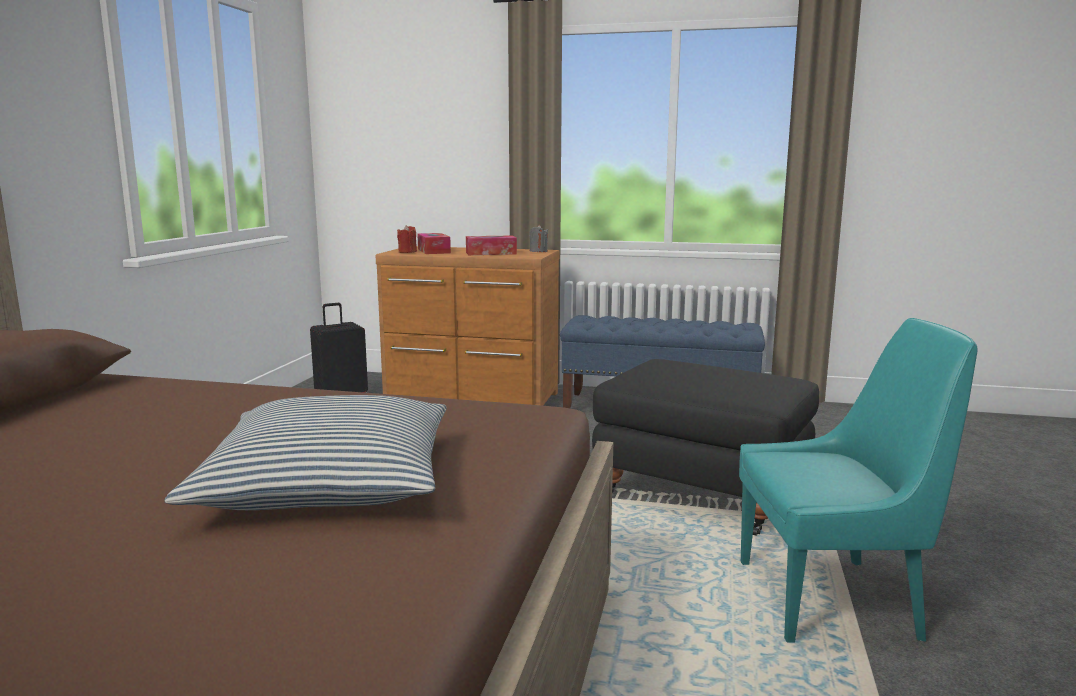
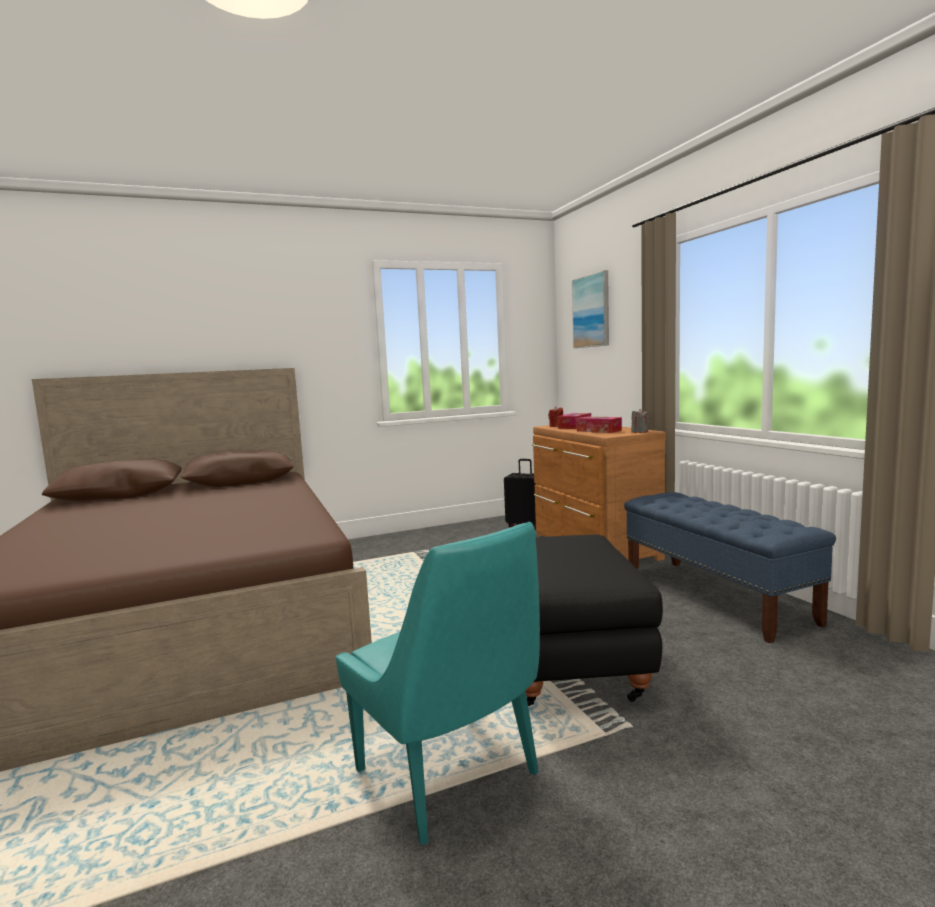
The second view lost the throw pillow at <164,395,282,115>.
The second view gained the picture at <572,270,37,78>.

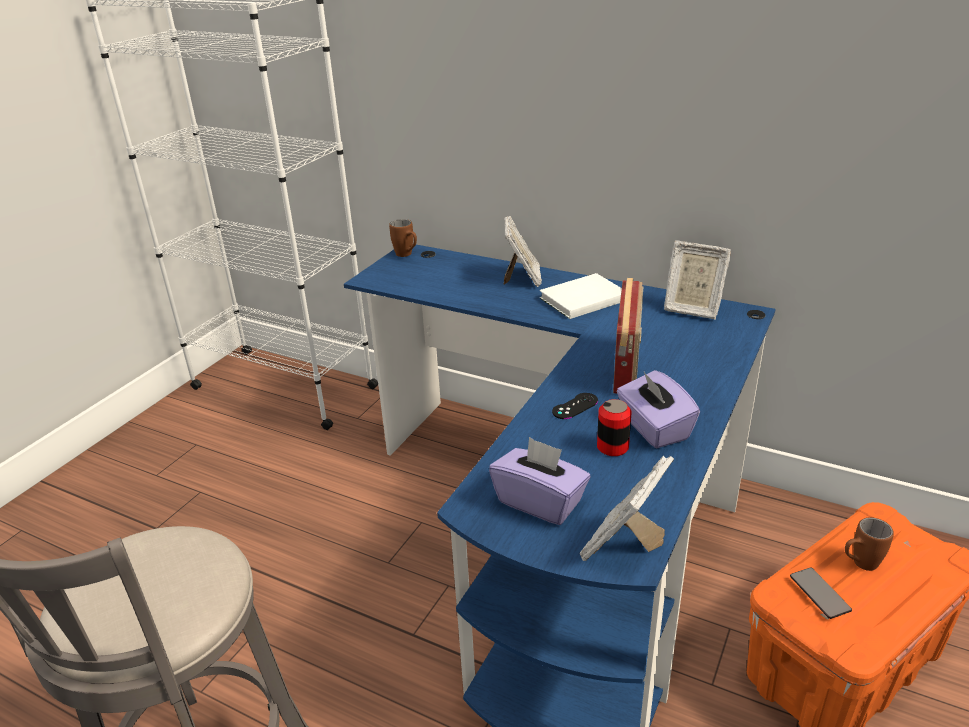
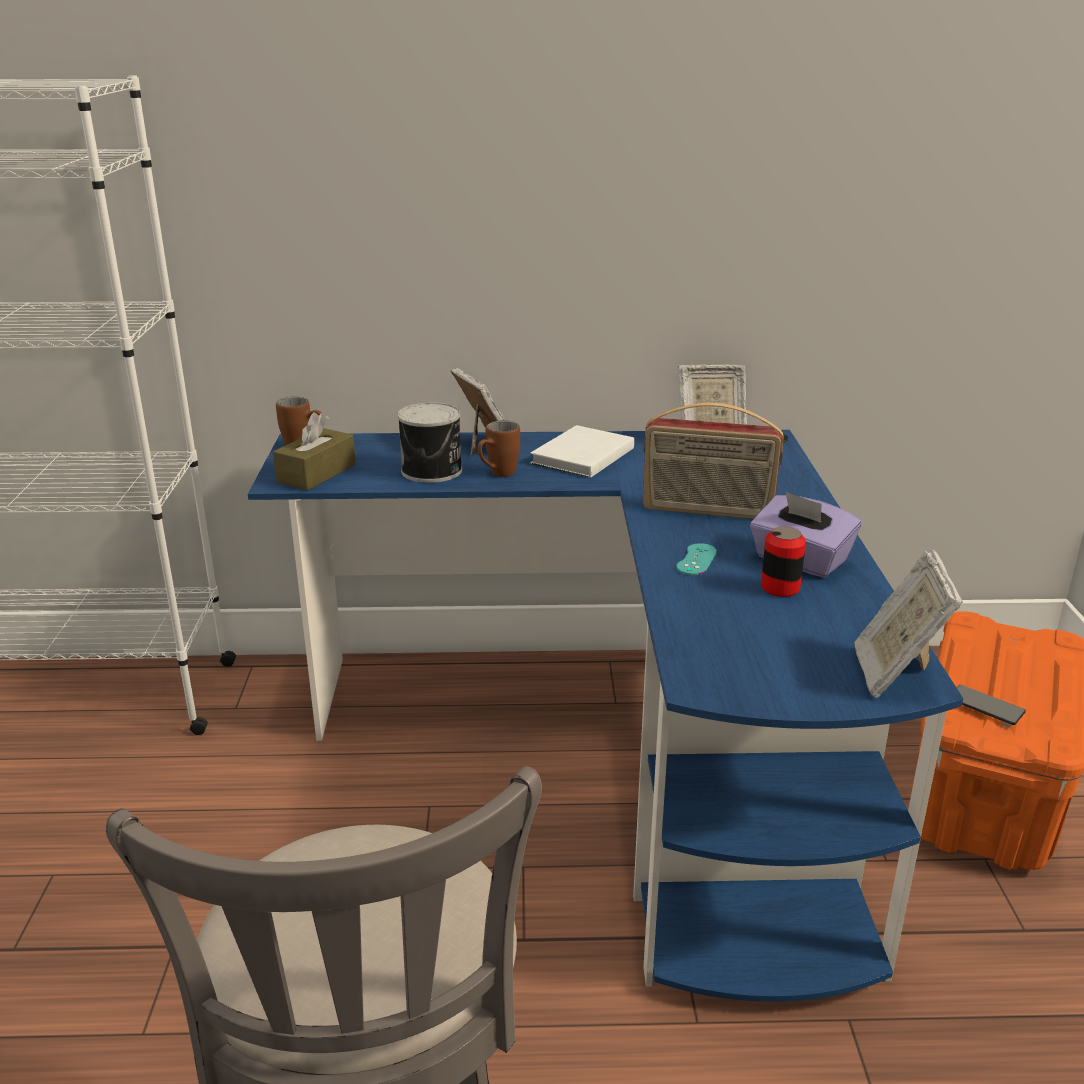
The radio set at <613,278,31,115> ended up facing another way, 120 degrees clockwise from before.
What was the joypad/black at <552,393,46,26> turned into the joypad/turquoise-coloured at <676,543,41,32>.
The second view lost the tissue holder/purple at <489,437,101,88>.
The mug/brown-coloured ended up elsewhere, having gone from <845,517,49,54> to <478,421,42,56>.
The second view gained the metal can at <398,402,64,81>.
The second view gained the tissue holder/brown-coloured at <273,413,83,78>.

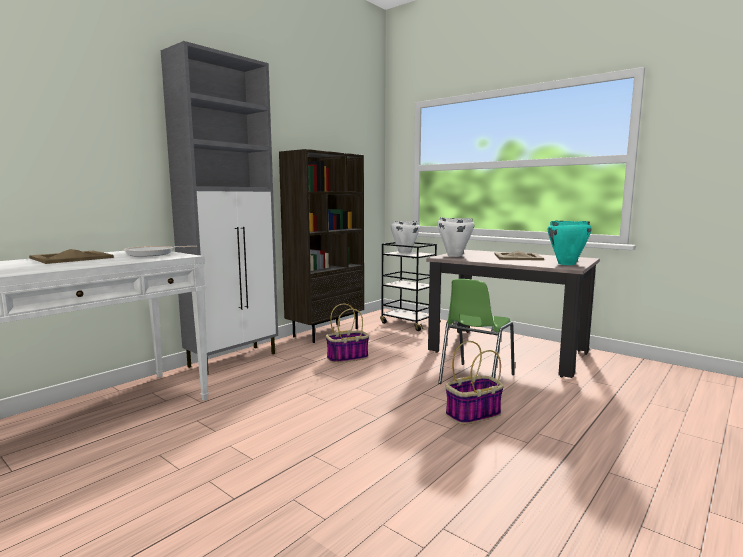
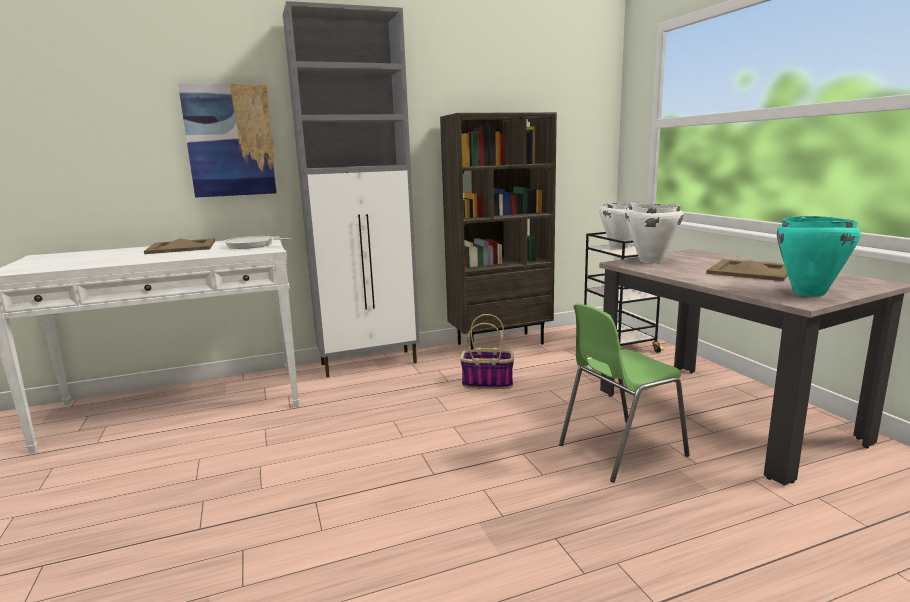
The second view lost the storage basket at <445,341,59,84>.
The second view gained the picture at <178,83,100,115>.

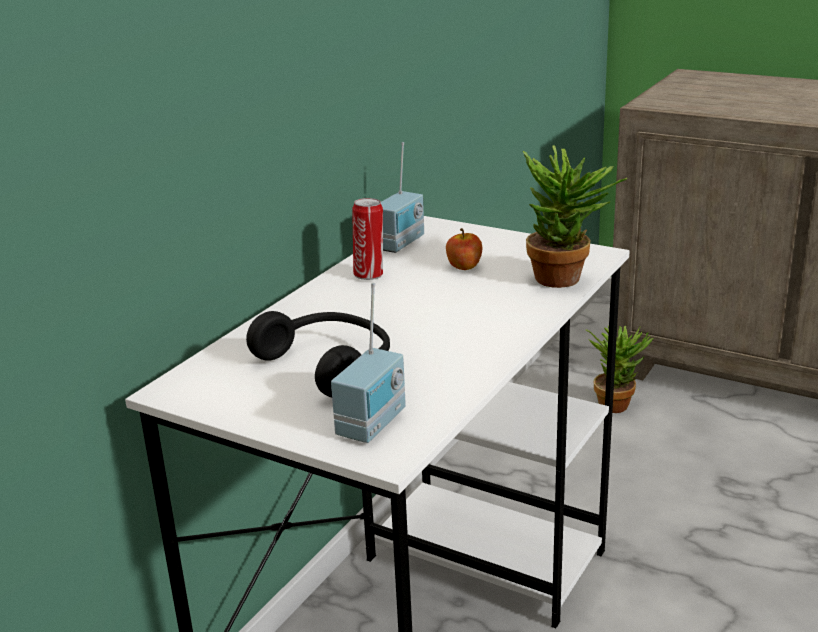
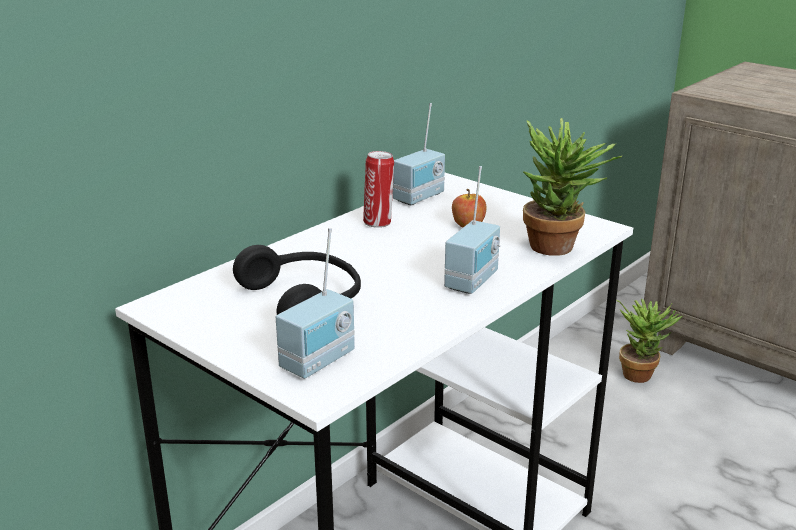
The second view gained the radio set at <444,166,56,128>.

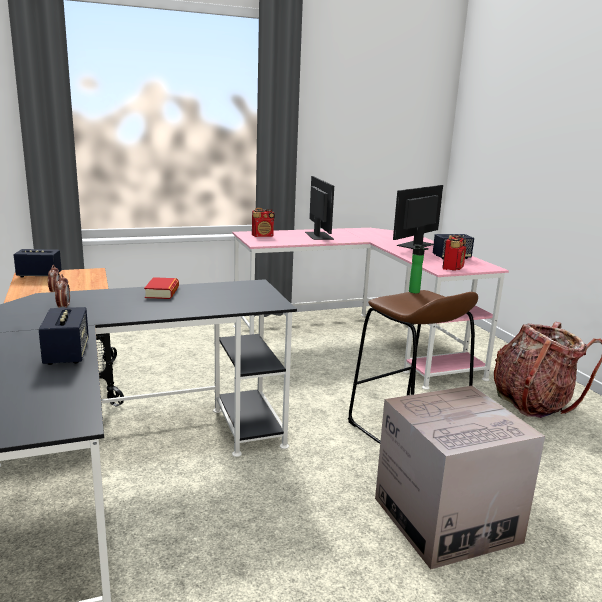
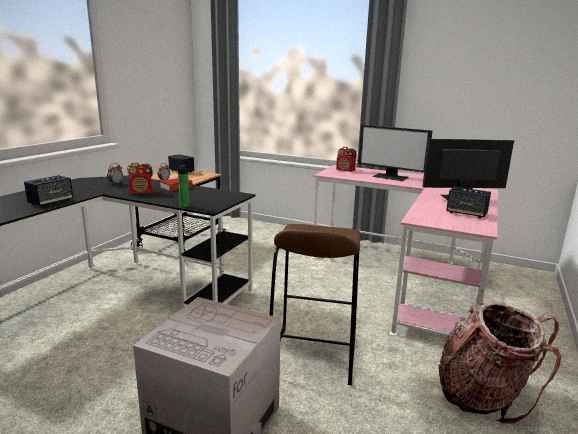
The computer display at <305,176,29,64> ended up facing another way, 90 degrees clockwise from before.
The radio set ended up elsewhere, having gone from <442,235,24,36> to <127,162,26,32>.
The bottle ended up elsewhere, having gone from <409,244,20,49> to <176,165,14,43>.

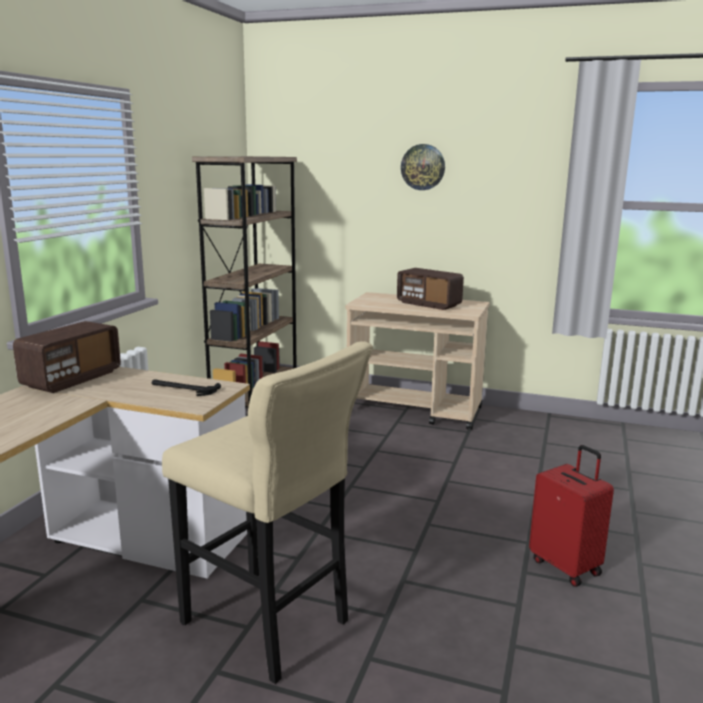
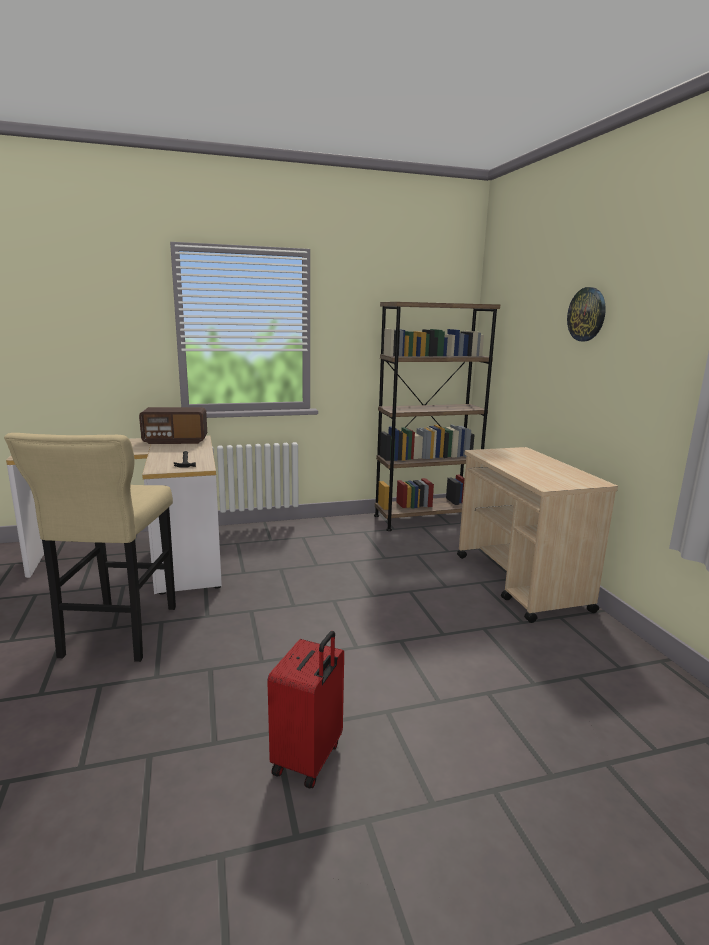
The second view lost the radio set at <397,268,67,42>.

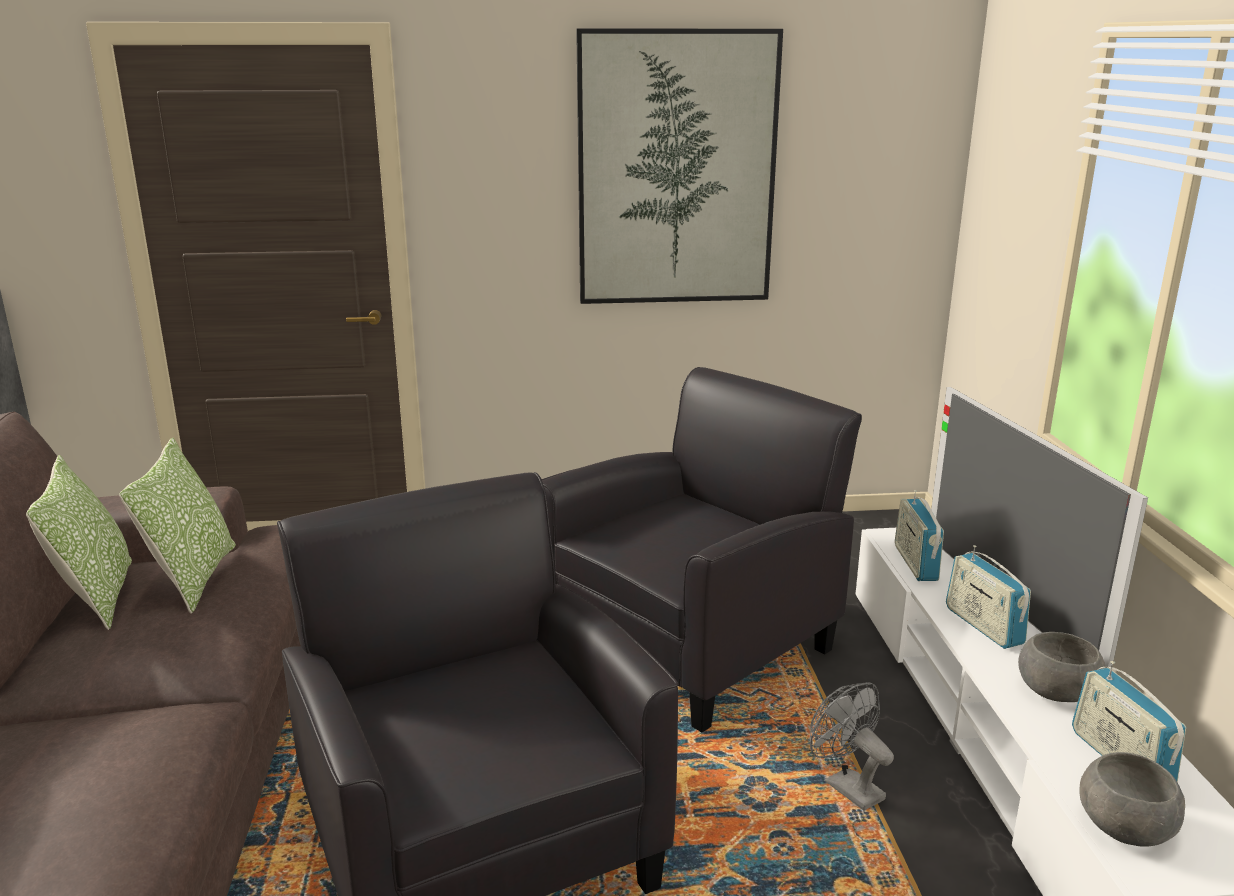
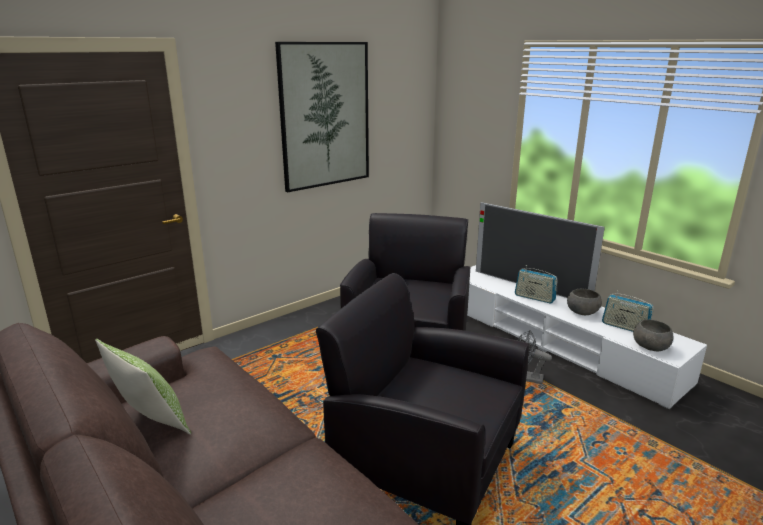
The second view lost the throw pillow at <119,437,117,177>.
The second view lost the radio set at <895,490,49,91>.

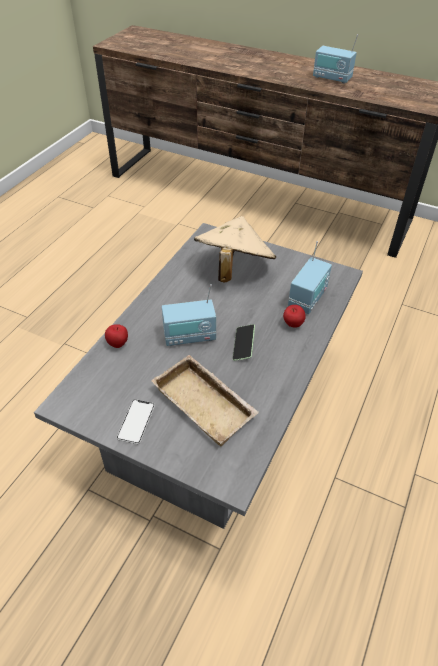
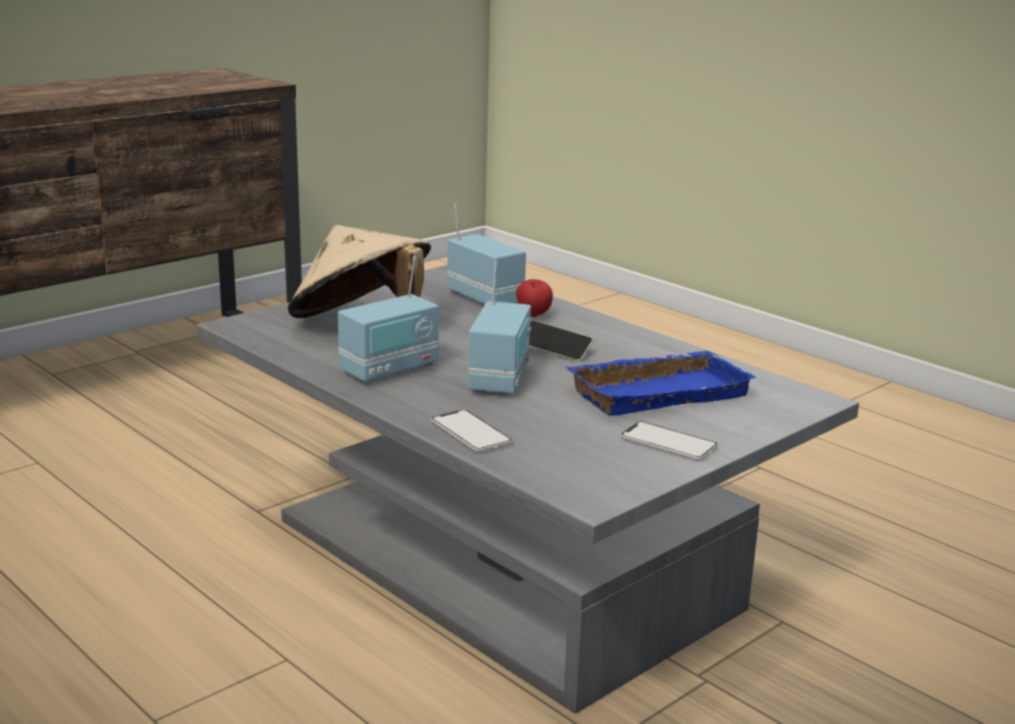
The radio set ended up elsewhere, having gone from <313,34,45,50> to <338,256,101,127>.
Where the whole apple stood at <105,324,23,24>, the phone came to stand at <431,410,81,42>.
What was the tray/beige-coloured at <151,355,108,91> turned into the tray/blue-coloured at <566,351,191,65>.

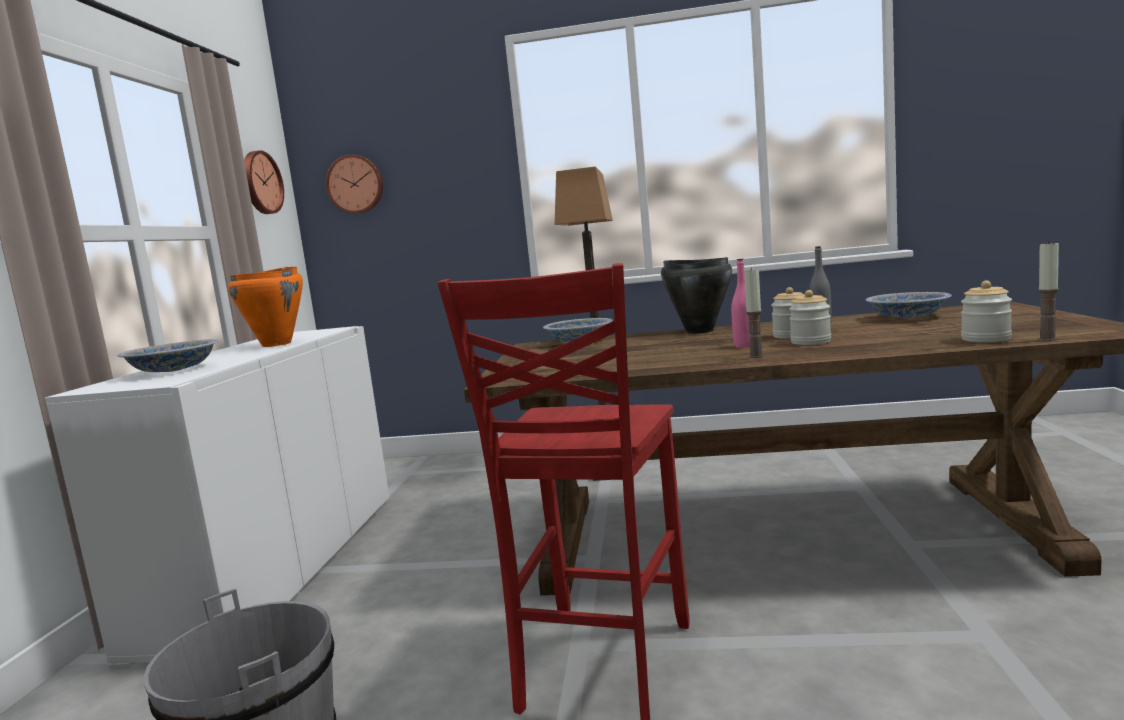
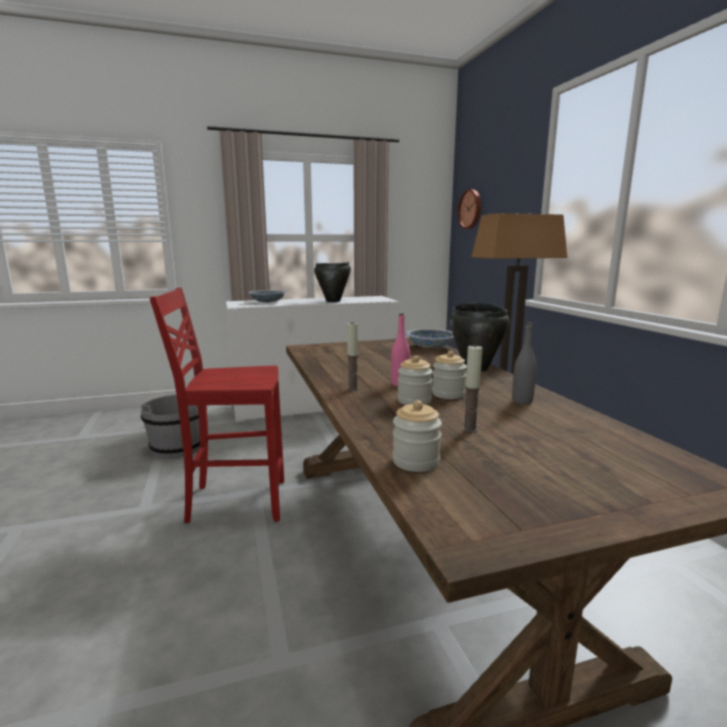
The second view lost the wall clock at <244,150,40,64>.
The candle ended up elsewhere, having gone from <1038,241,21,100> to <462,344,20,89>.
What was the stockpot/orangey at <228,267,75,80> turned into the stockpot/black at <314,262,37,40>.
The second view lost the serving bowl at <866,292,86,26>.

